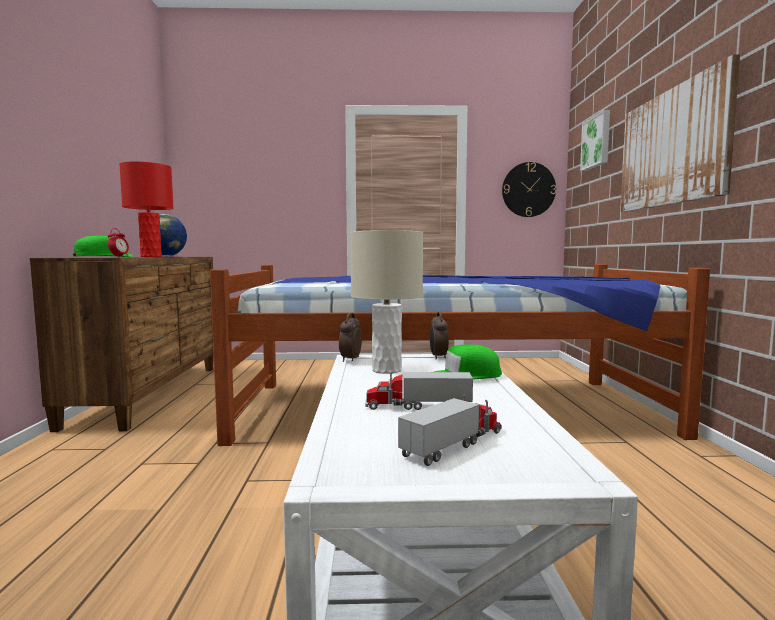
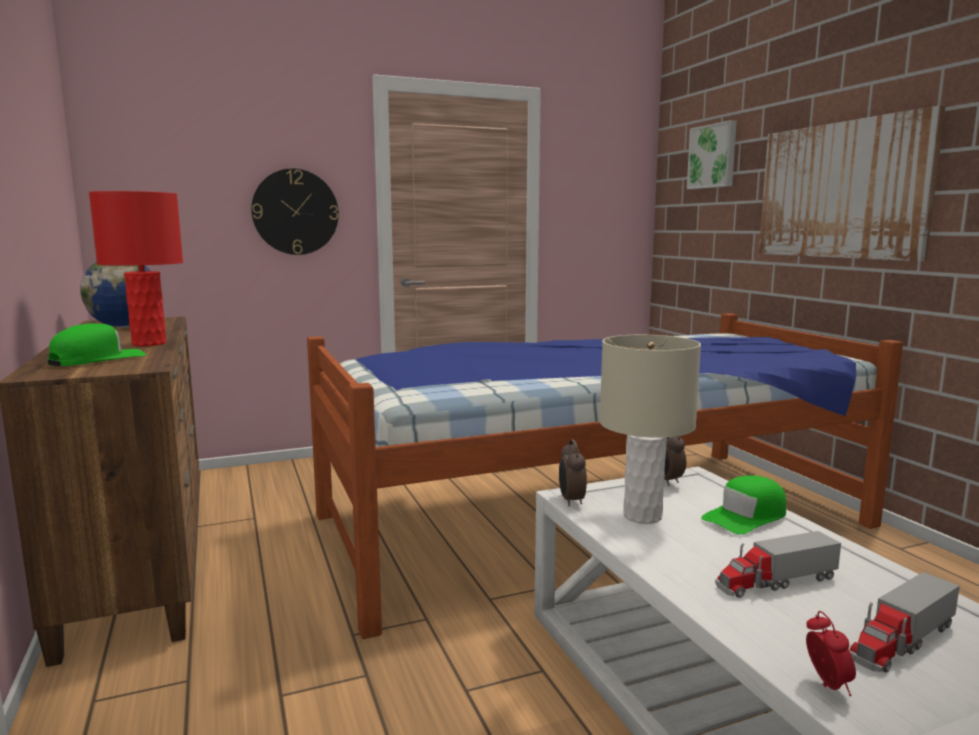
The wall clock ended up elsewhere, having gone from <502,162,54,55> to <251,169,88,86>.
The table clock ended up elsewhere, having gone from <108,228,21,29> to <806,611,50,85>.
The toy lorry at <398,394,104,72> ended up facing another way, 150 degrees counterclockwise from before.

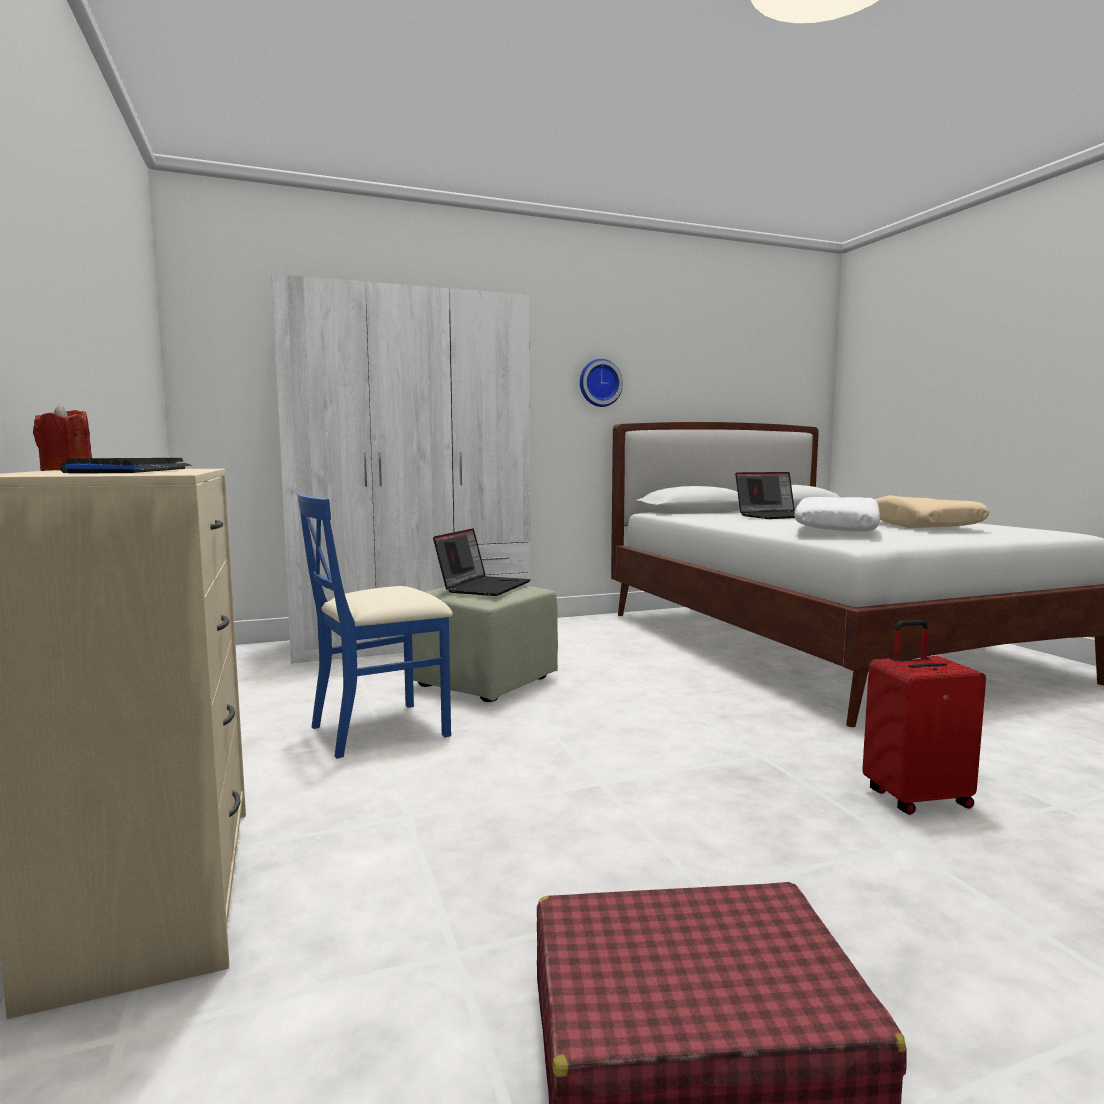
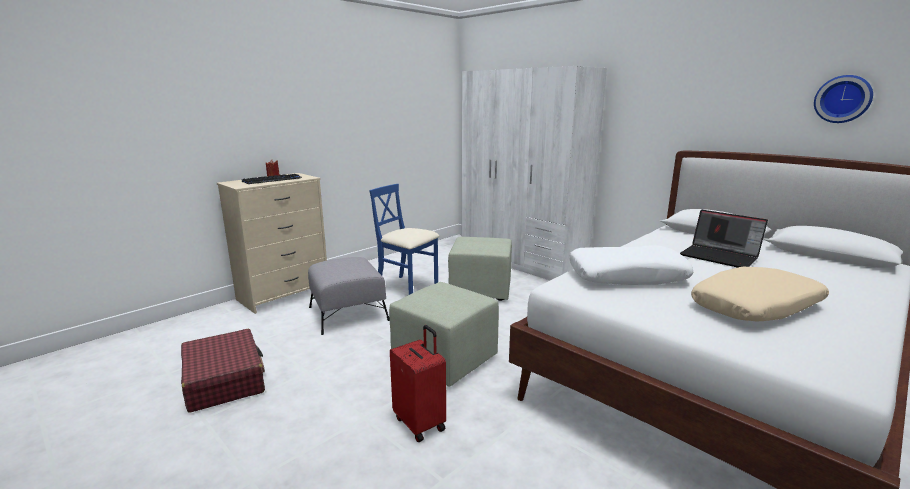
The wall clock ended up elsewhere, having gone from <580,359,43,48> to <814,75,59,48>.
The second view lost the laptop at <433,528,98,68>.
The second view gained the footrest/greyish at <308,257,82,78>.
The second view gained the footrest/green at <389,282,110,105>.

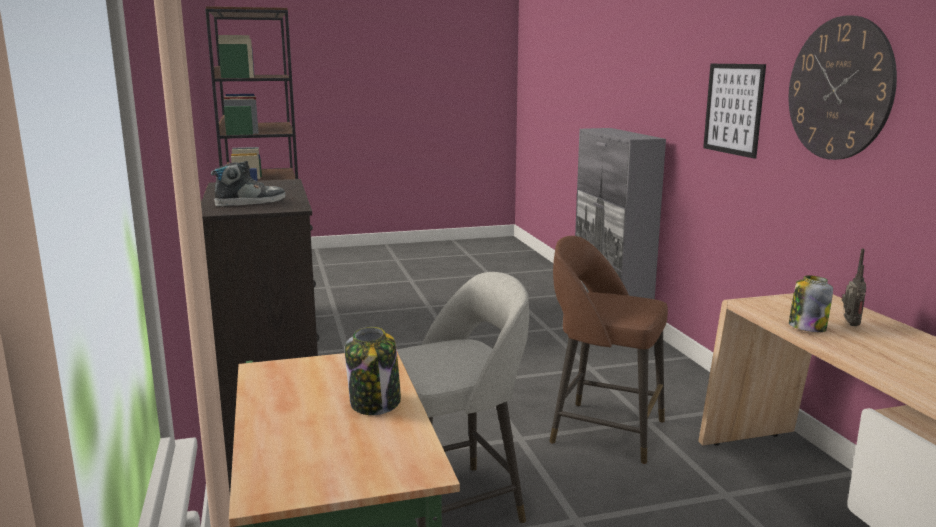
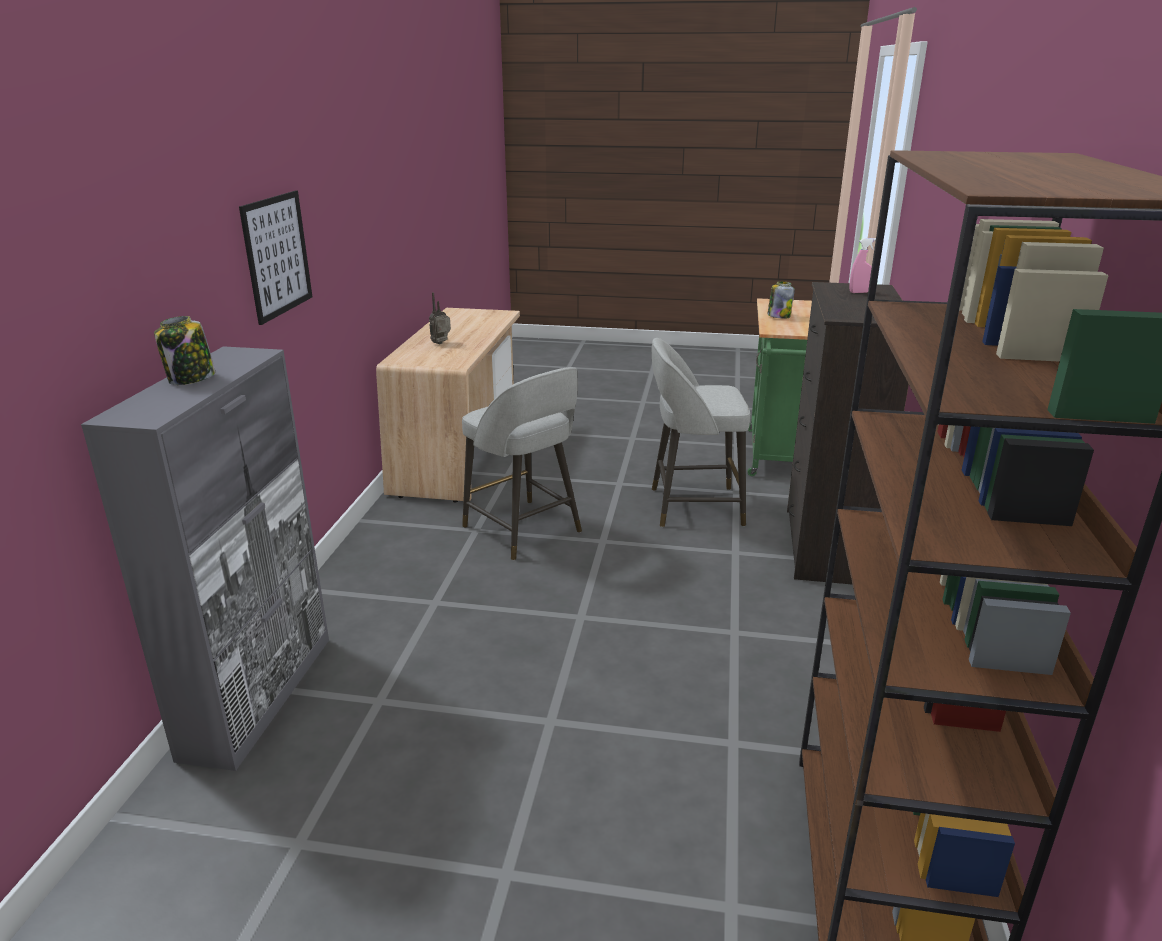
The second view lost the wall clock at <789,15,108,145>.
Where the low shoe stood at <211,161,75,46>, the spray bottle/pink-coloured came to stand at <849,238,27,55>.
What was the stool seat/brown-coloured at <549,236,119,228> turned into the stool seat/greyish at <462,367,120,193>.
The preserve jar ended up elsewhere, having gone from <789,275,44,57> to <154,316,62,69>.

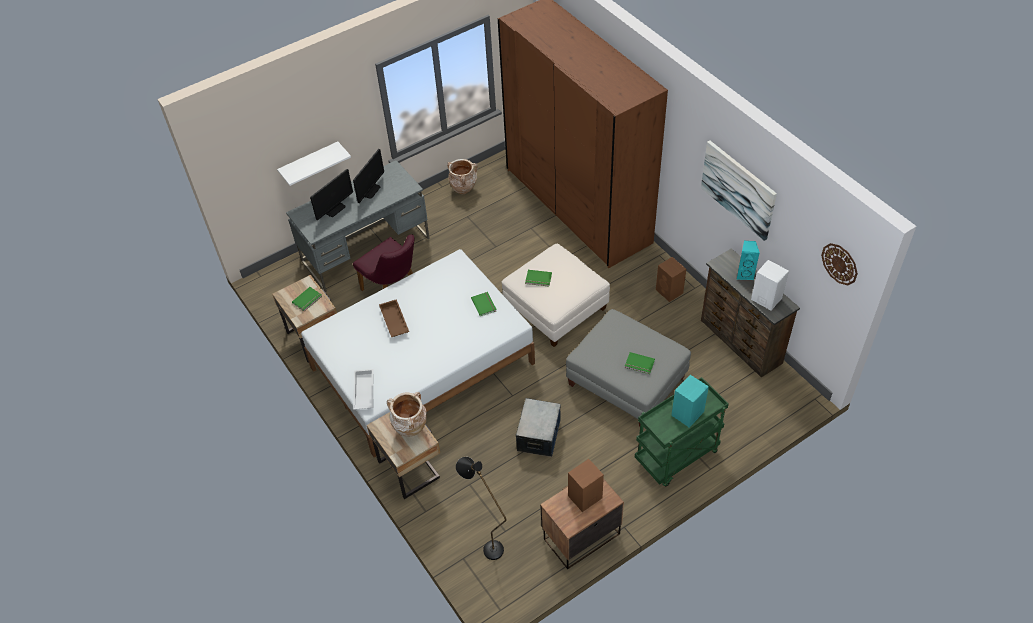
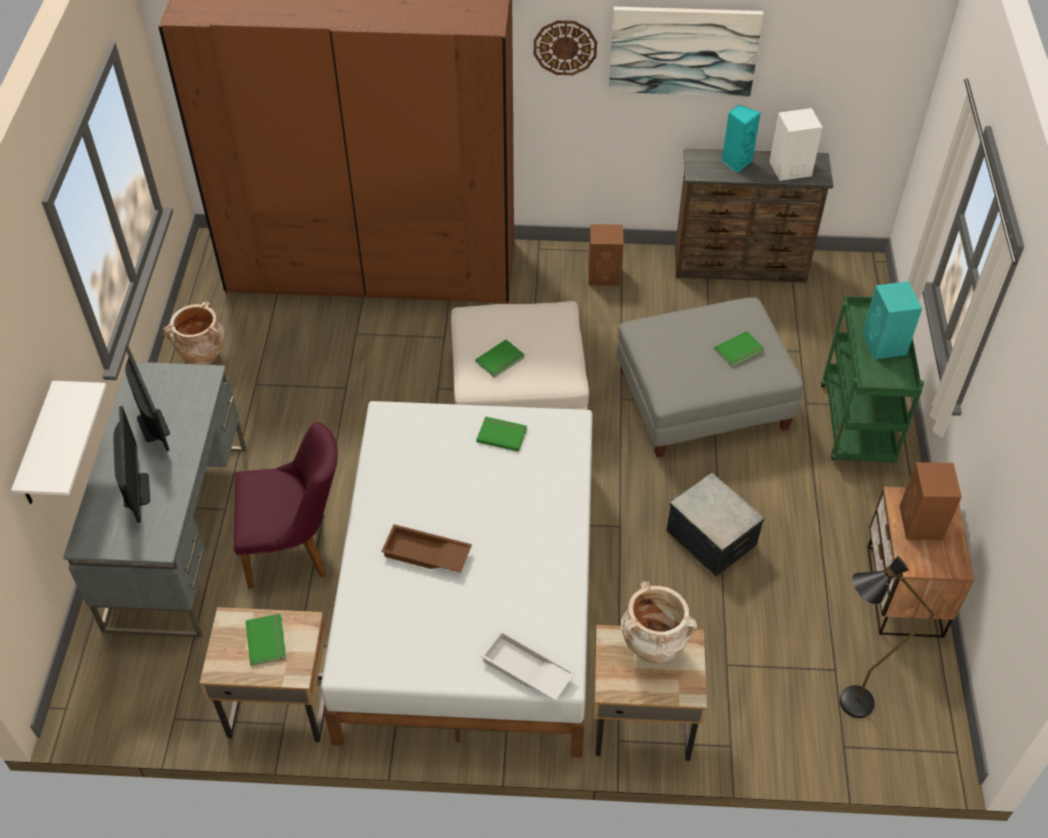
The wall clock ended up elsewhere, having gone from <821,243,37,42> to <534,20,63,55>.

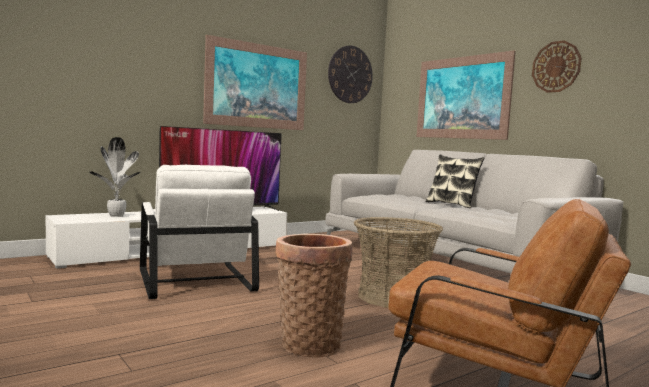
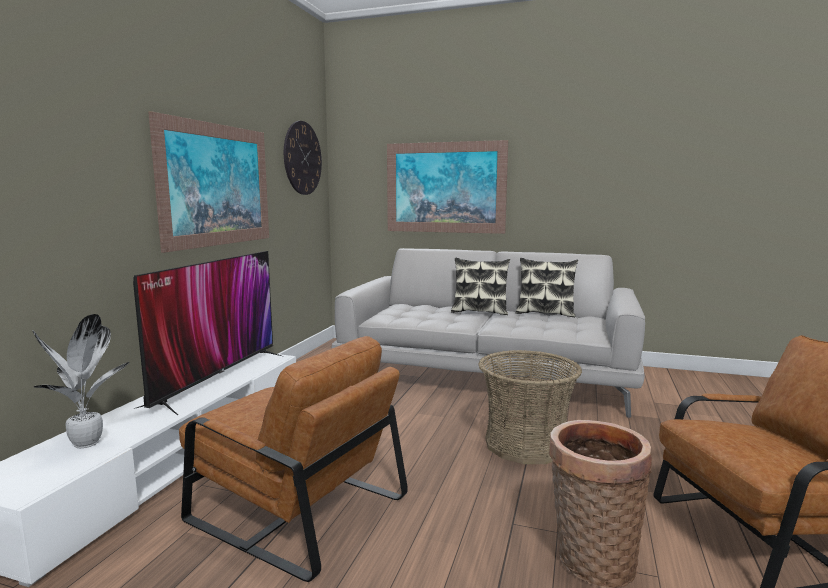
The second view lost the wall clock at <532,40,50,53>.
What was the easy chair/white at <140,165,119,134> turned into the easy chair/brown-coloured at <179,336,229,246>.
The second view gained the throw pillow at <516,258,62,59>.

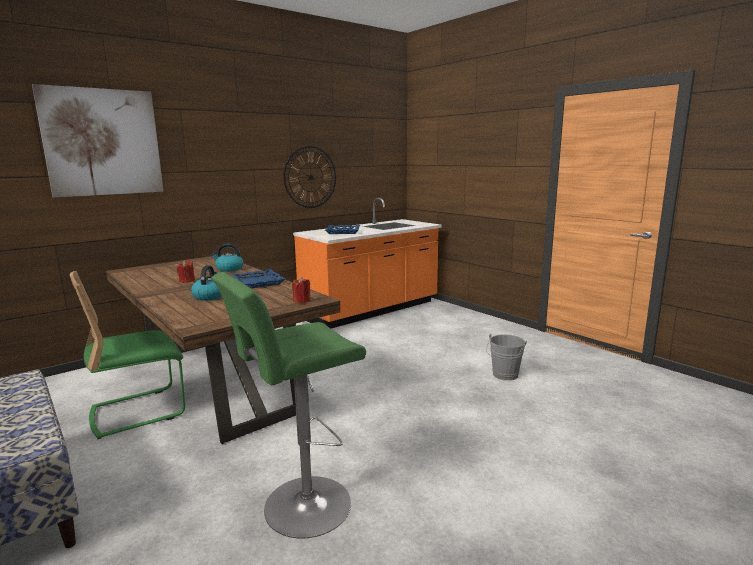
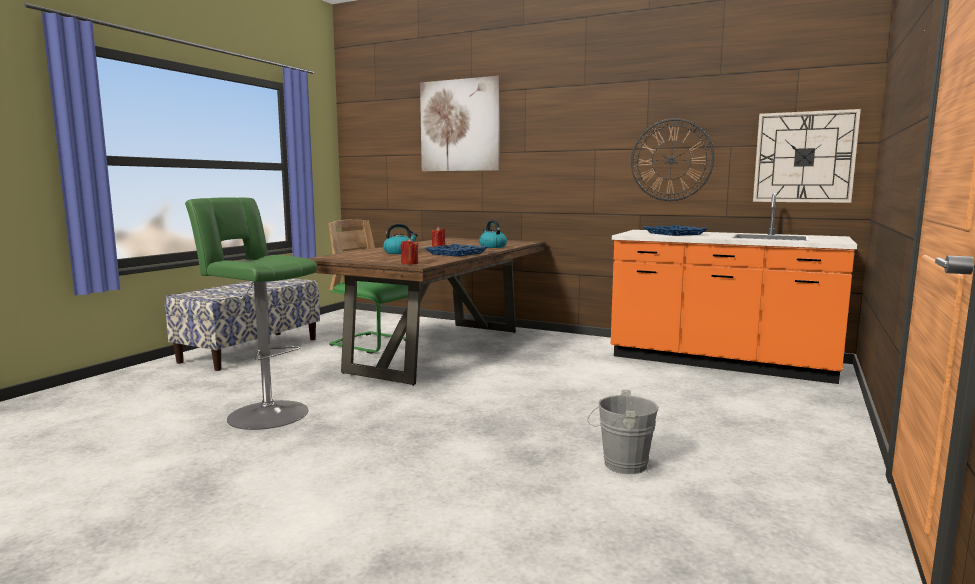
The second view gained the wall clock at <753,109,108,94>.

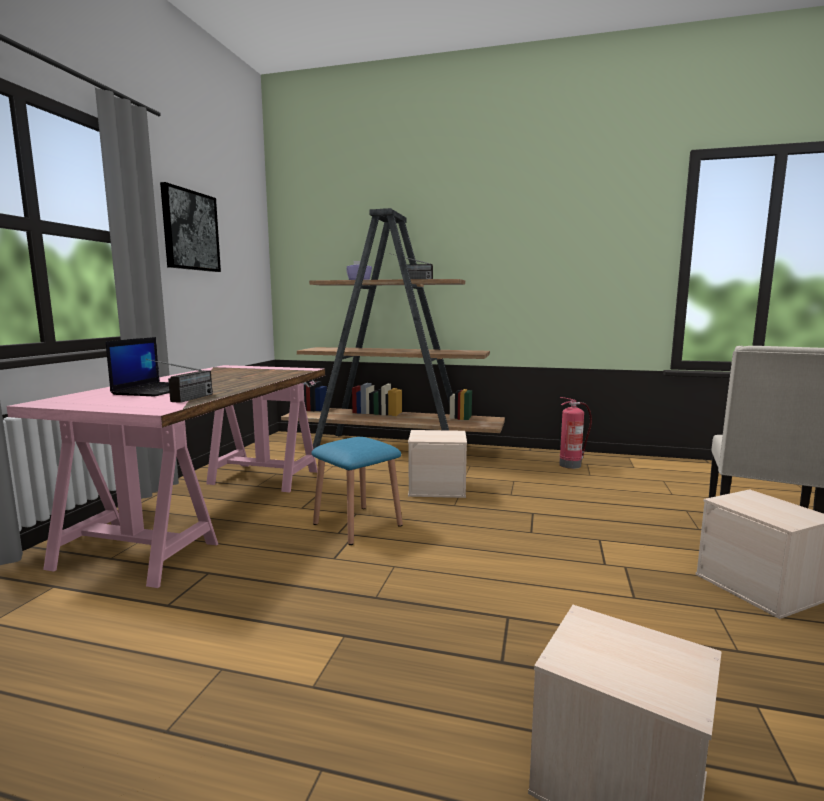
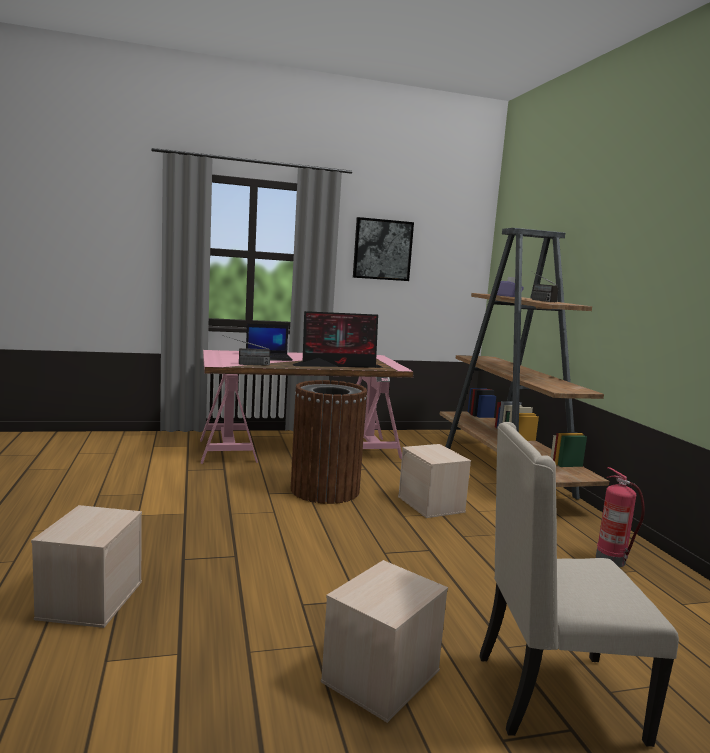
Where the stool seat/blue-coloured stood at <312,437,91,108>, the waste bin/brown-coloured came to stand at <291,380,76,124>.
The second view gained the computer display at <293,311,89,57>.

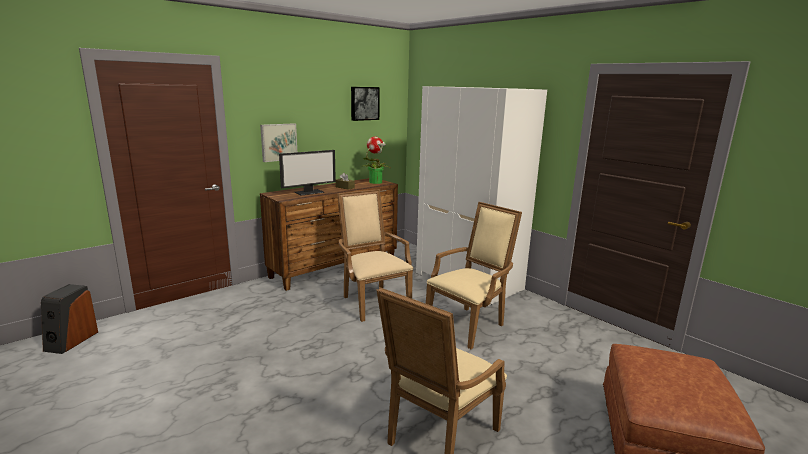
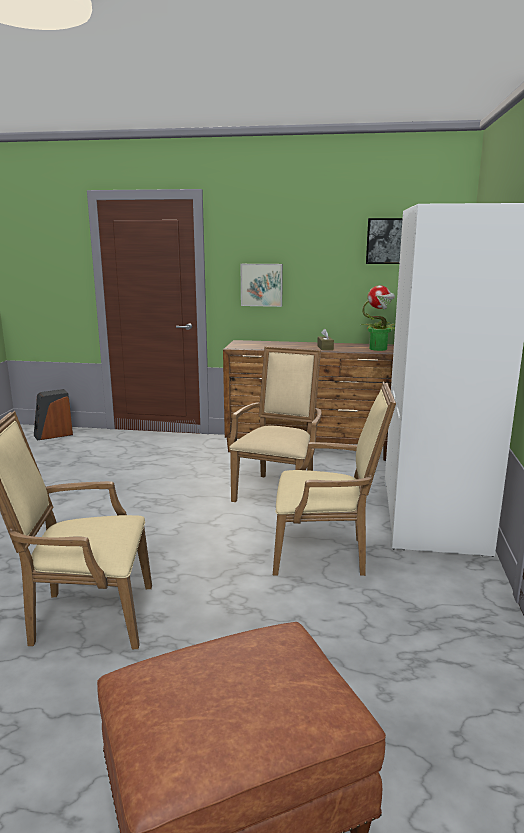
The second view lost the computer display at <279,150,57,46>.

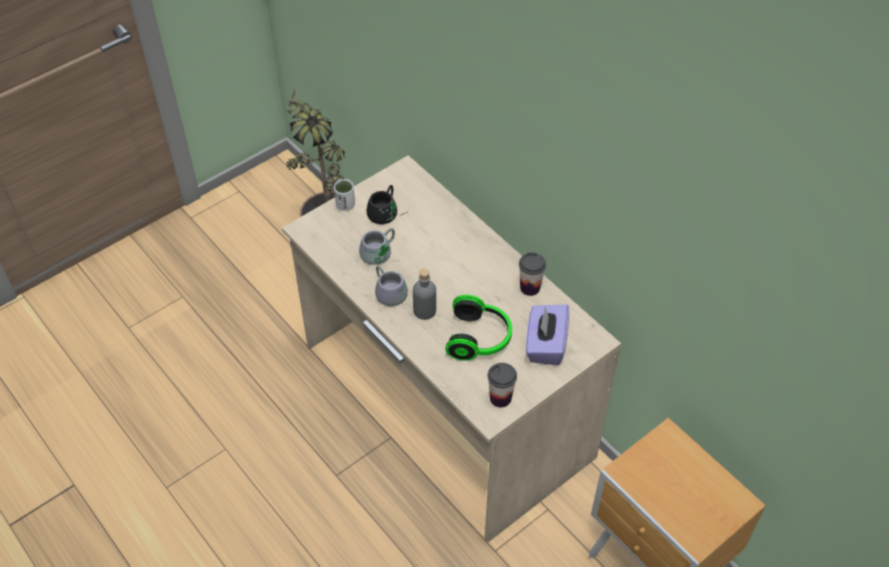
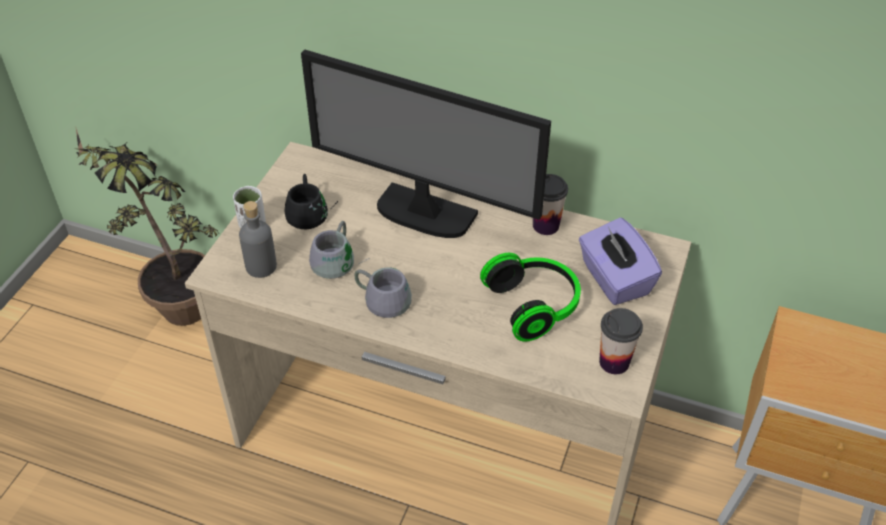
The bottle/greyish ended up elsewhere, having gone from <413,268,23,52> to <239,201,38,77>.
The second view gained the computer display at <301,50,250,188>.

